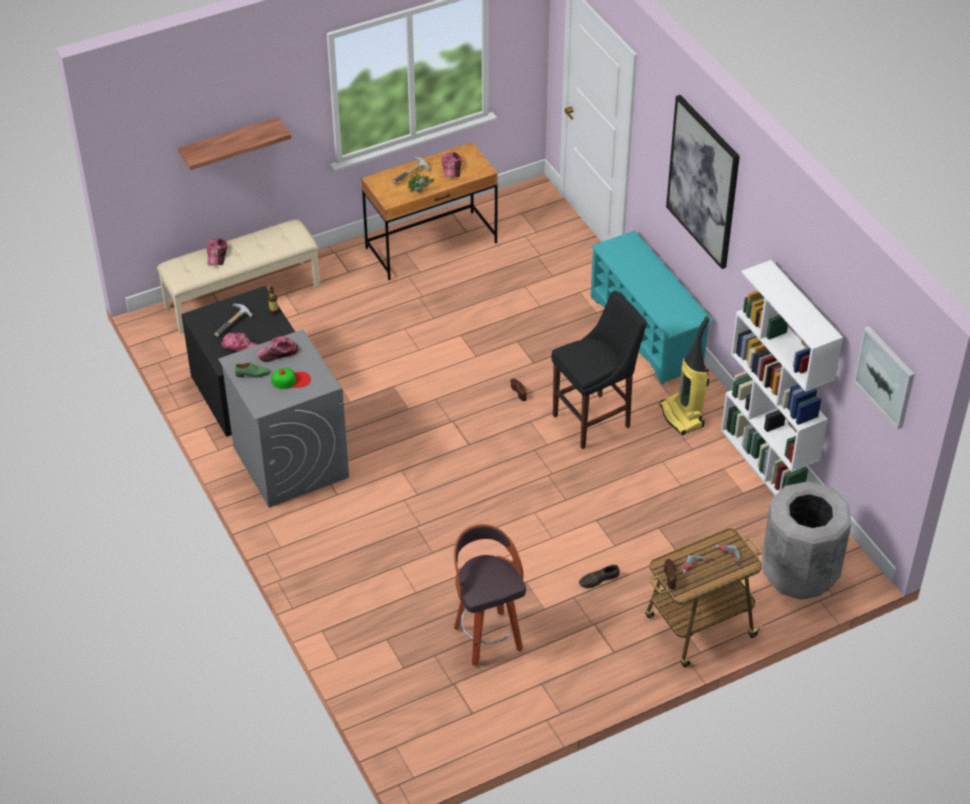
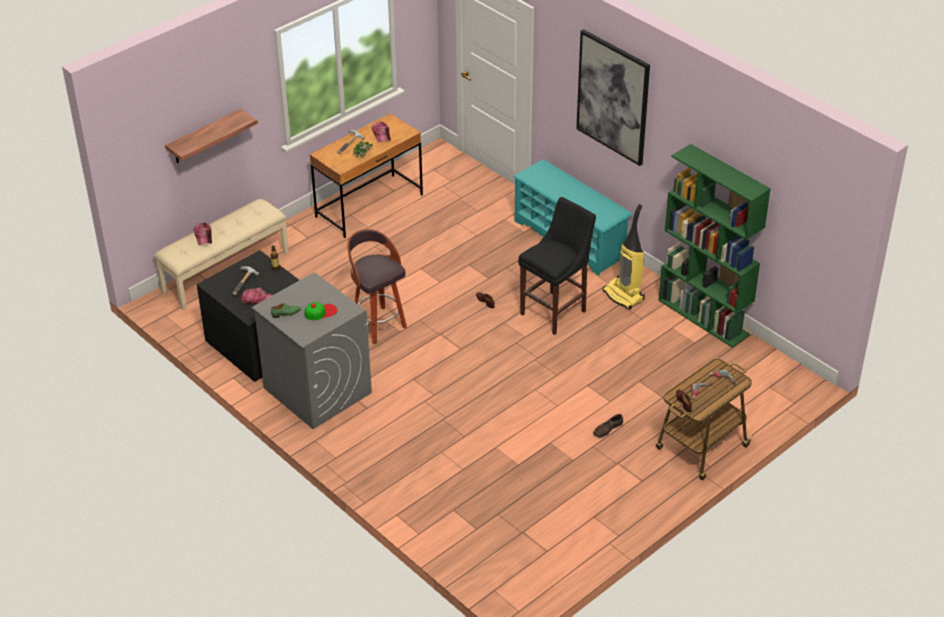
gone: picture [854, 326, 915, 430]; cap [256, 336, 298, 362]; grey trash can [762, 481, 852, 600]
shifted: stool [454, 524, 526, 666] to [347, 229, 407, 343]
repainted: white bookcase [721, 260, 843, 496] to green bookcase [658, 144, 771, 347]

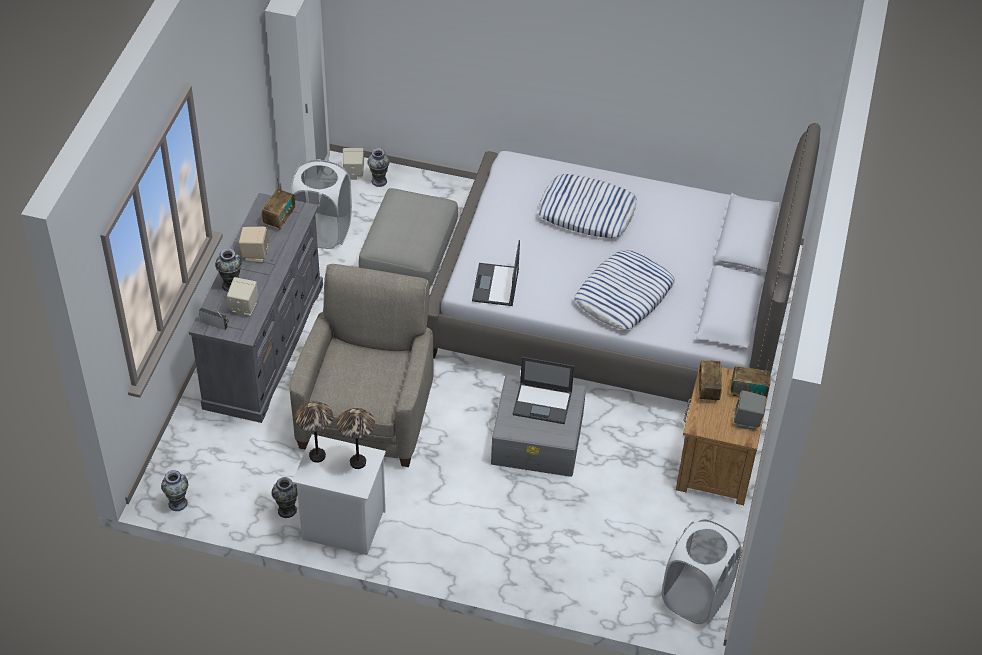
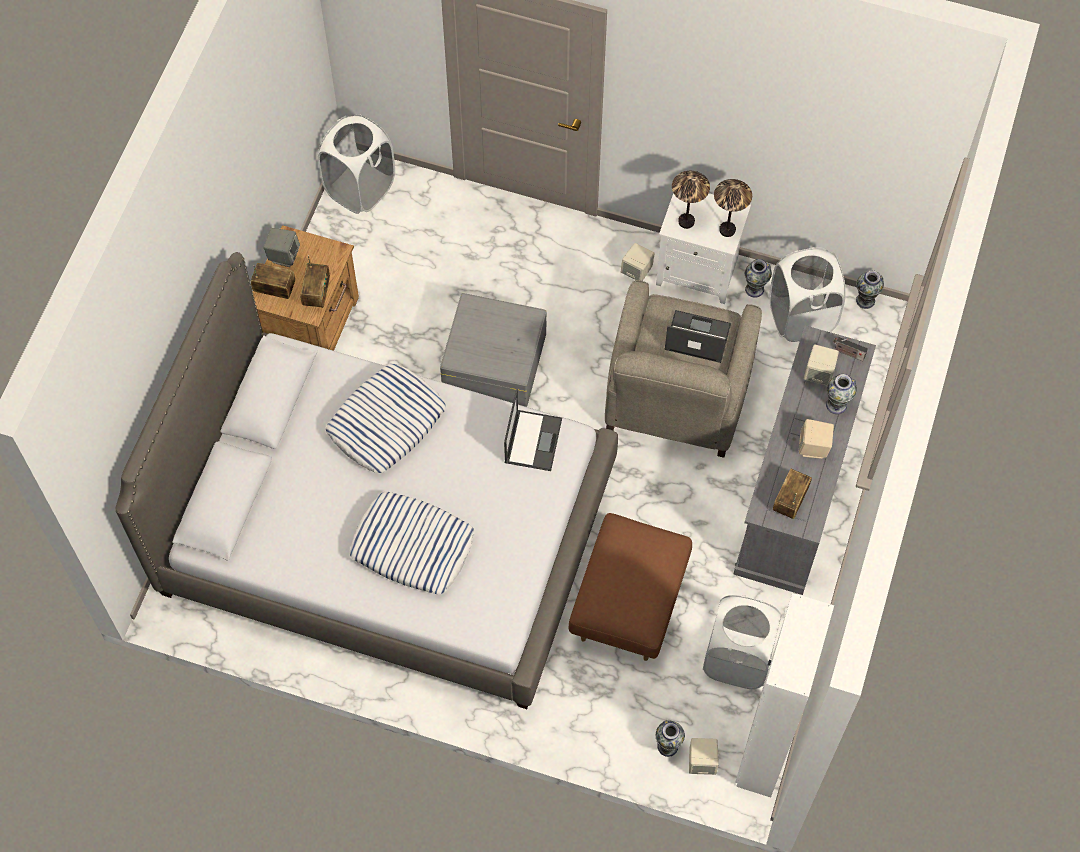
new: beige speaker [621, 243, 655, 281]; white laundry basket [770, 247, 846, 342]
shifted: laptop [513, 357, 574, 424] to [665, 310, 731, 363]
repainted: grey ottoman [358, 188, 458, 289] to brown ottoman [568, 513, 692, 661]

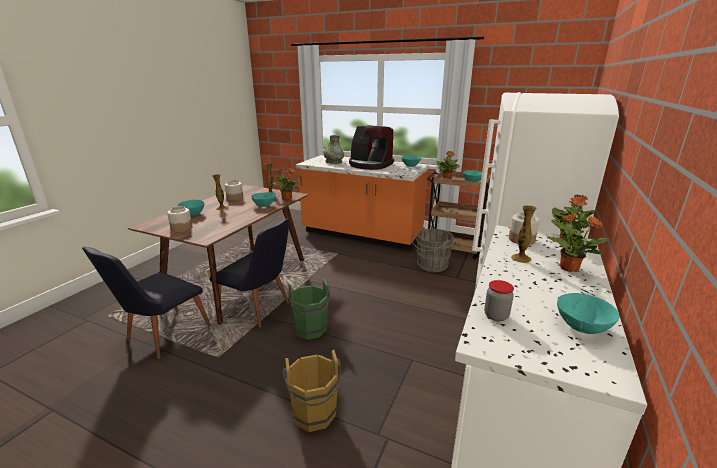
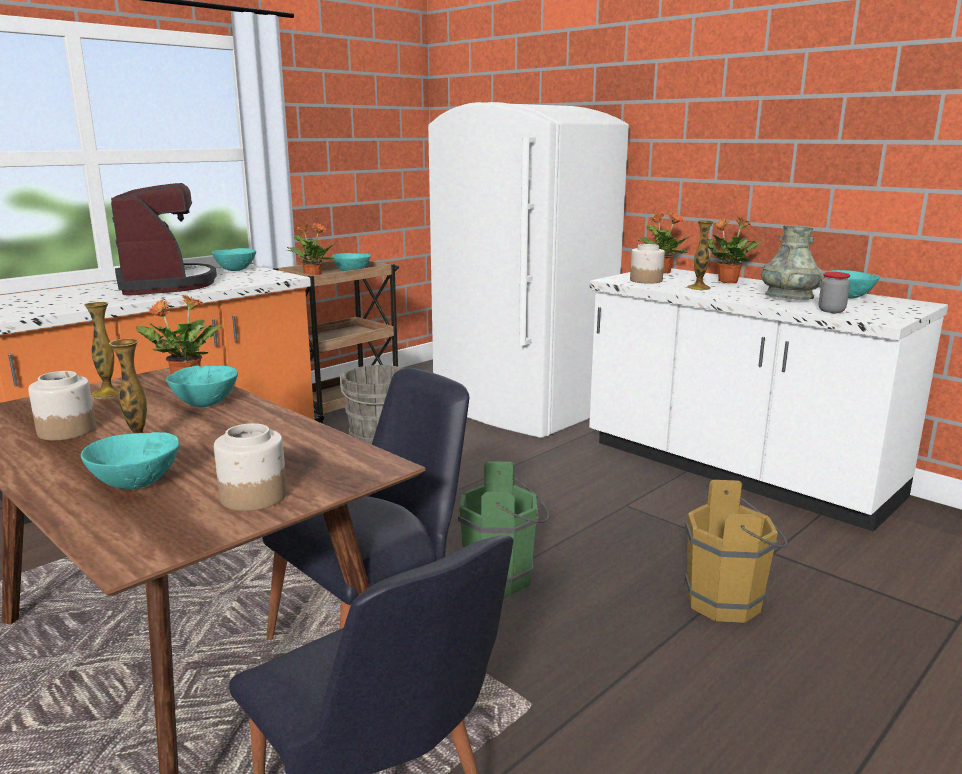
shifted: grey vase [324, 135, 344, 164] to [761, 225, 822, 300]
rotated: coffee machine [349, 126, 394, 170] = [111, 183, 217, 296] 75 degrees counterclockwise

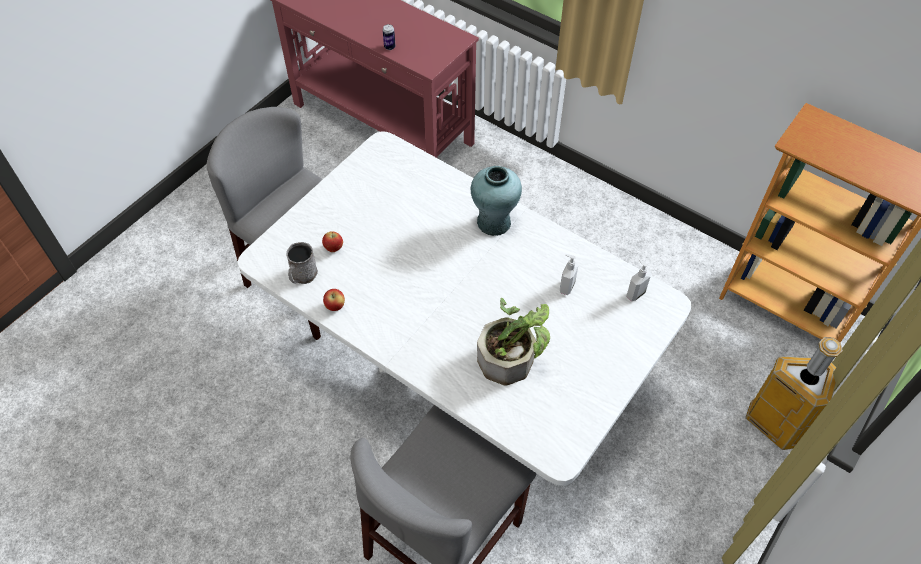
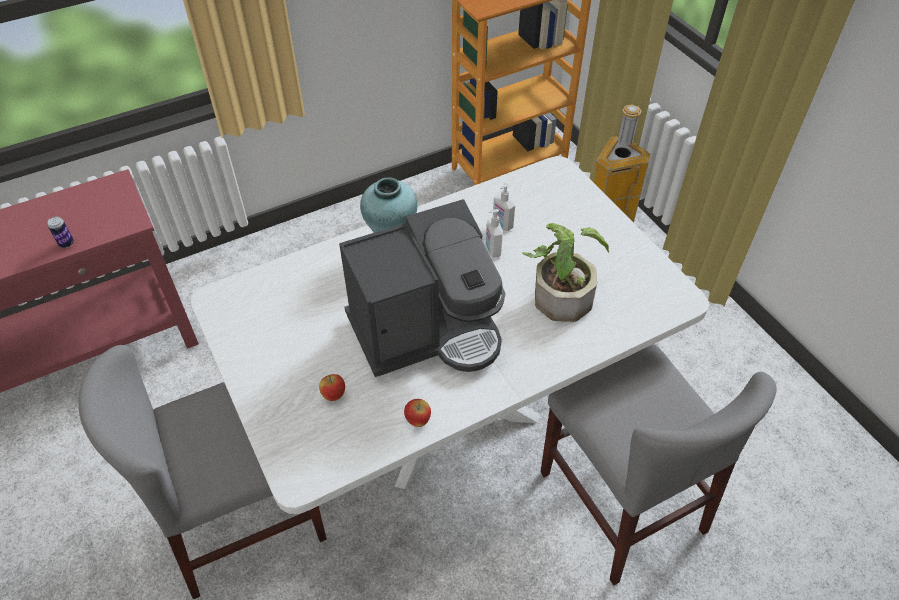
gone: grey mug [286, 242, 318, 284]
new: coffee machine [339, 199, 506, 377]
shifted: soap dispenser [626, 260, 652, 301] to [486, 209, 503, 257]

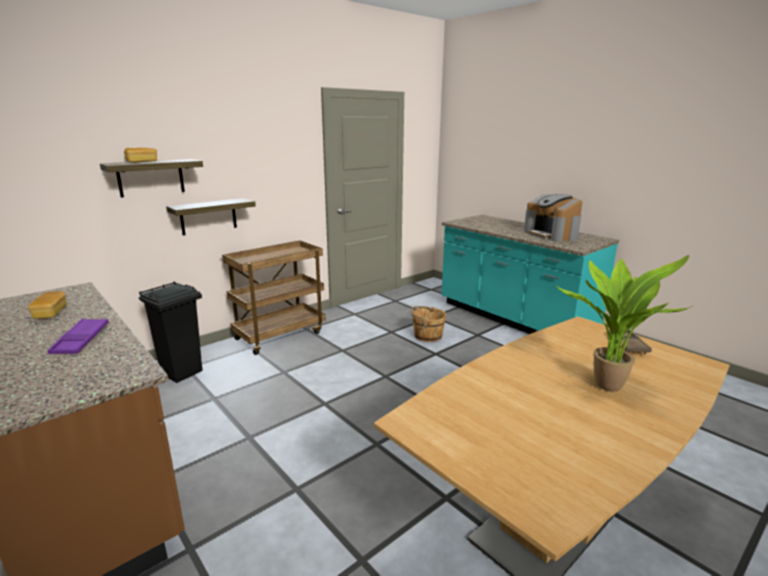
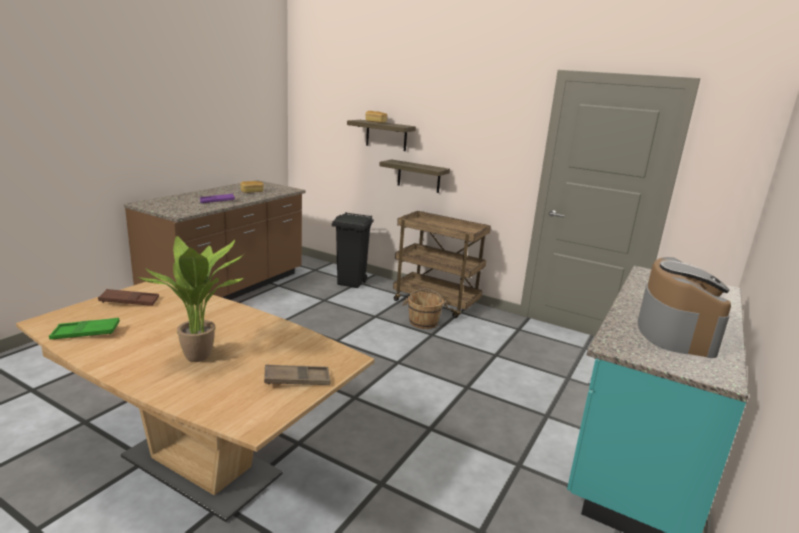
new: brown tray [98, 289, 159, 306]; green tray [49, 318, 120, 339]
shifted: brown bucket [410, 306, 446, 342] to [402, 288, 449, 329]
rotated: coffee machine [524, 194, 582, 242] = [637, 257, 731, 358] 150 degrees clockwise

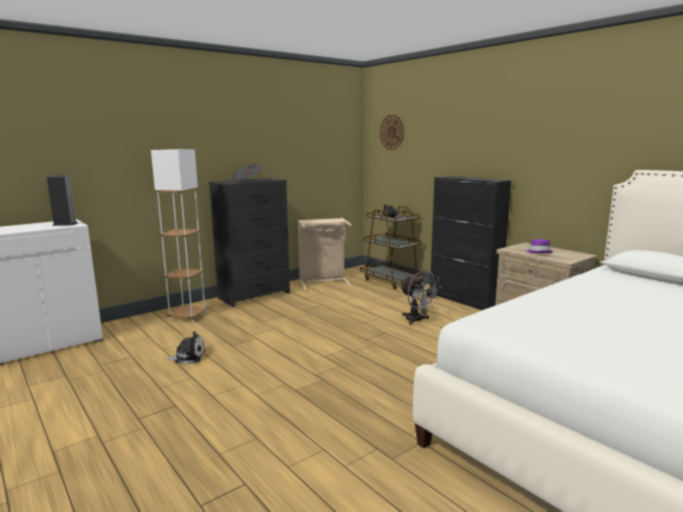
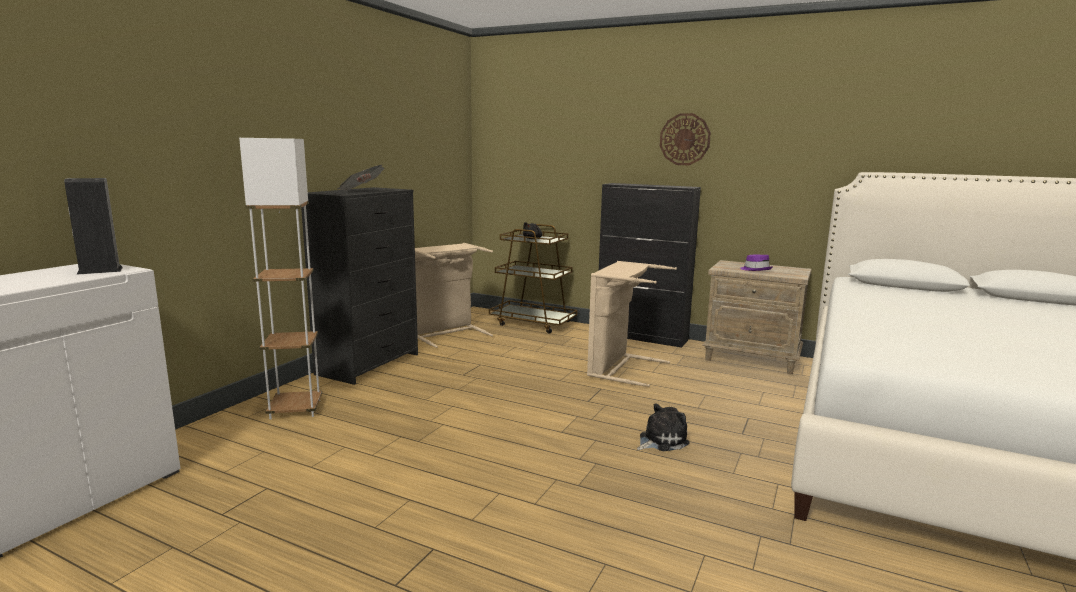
shifted: wall clock [380, 115, 404, 150] to [660, 113, 711, 165]; plush toy [164, 331, 206, 364] to [637, 403, 690, 451]
swapped: grey fan [401, 271, 442, 325] to beige laundry basket [587, 261, 677, 387]

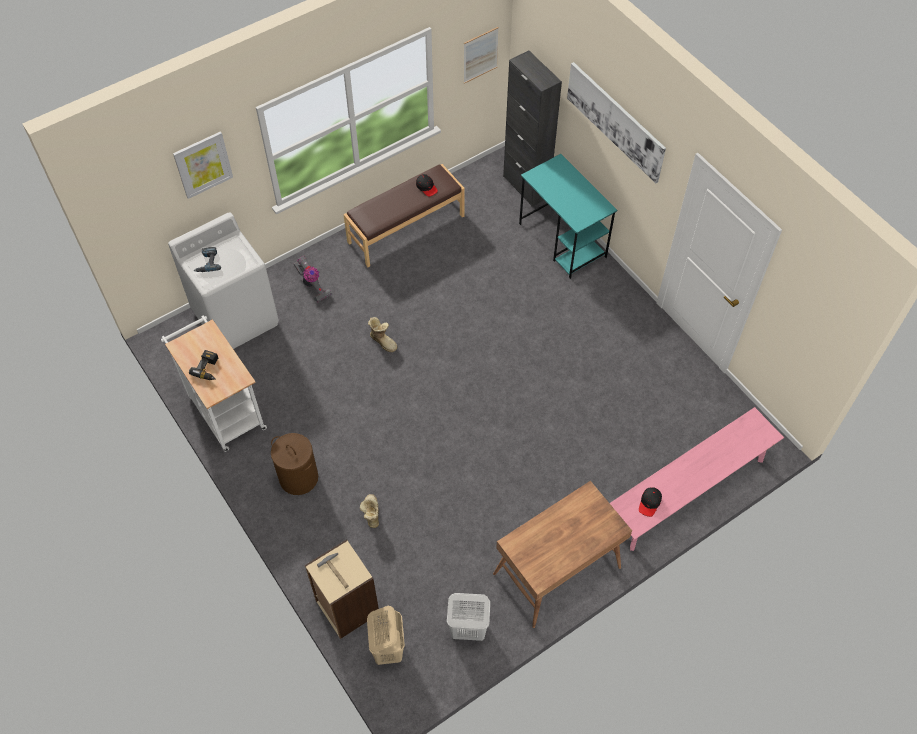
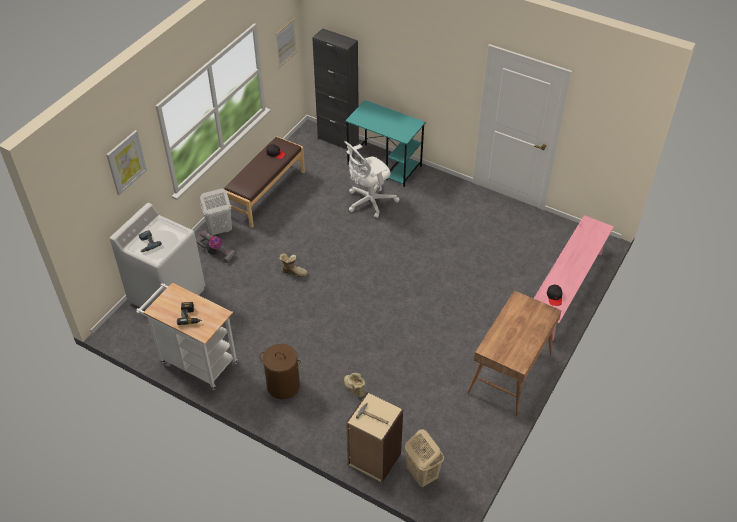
gone: picture [567, 62, 666, 183]
new: white office chair [344, 141, 400, 218]
shifted: white laundry basket [447, 593, 490, 641] to [200, 188, 232, 236]

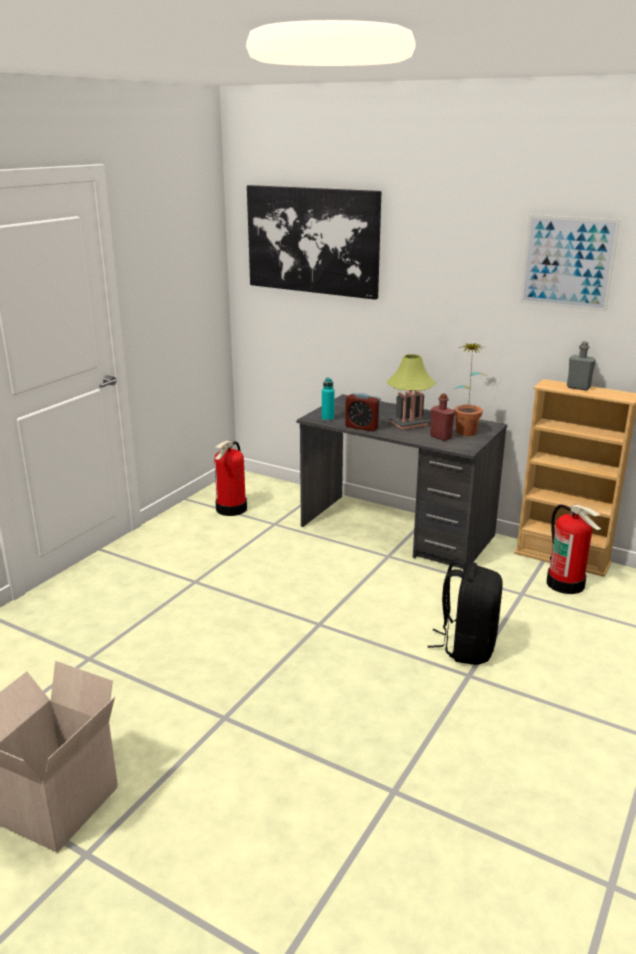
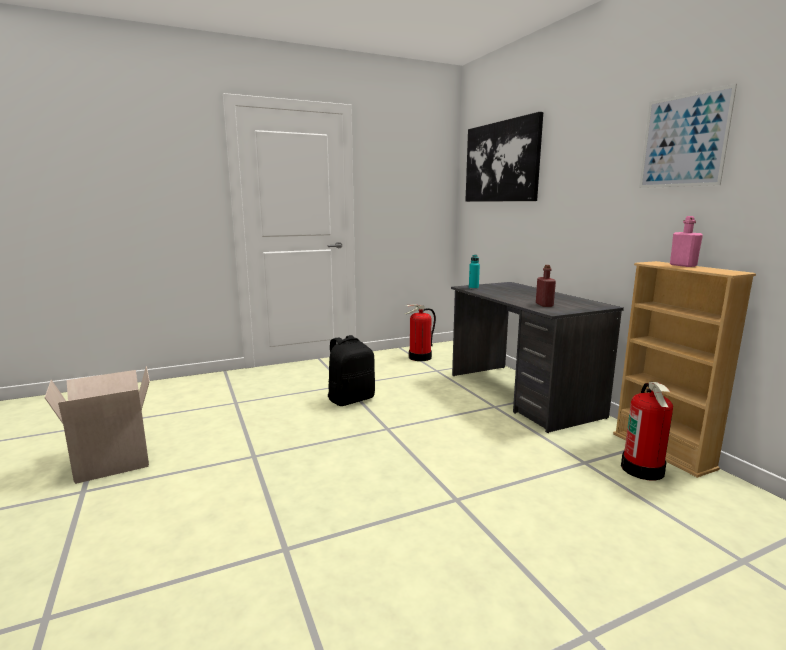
gone: potted plant [453, 343, 487, 436]; table lamp [386, 354, 436, 430]; alarm clock [345, 393, 381, 431]
shifted: black backpack [428, 558, 503, 665] to [328, 335, 375, 406]
repainted: grey bottle [567, 341, 596, 391] to pink bottle [670, 216, 703, 267]

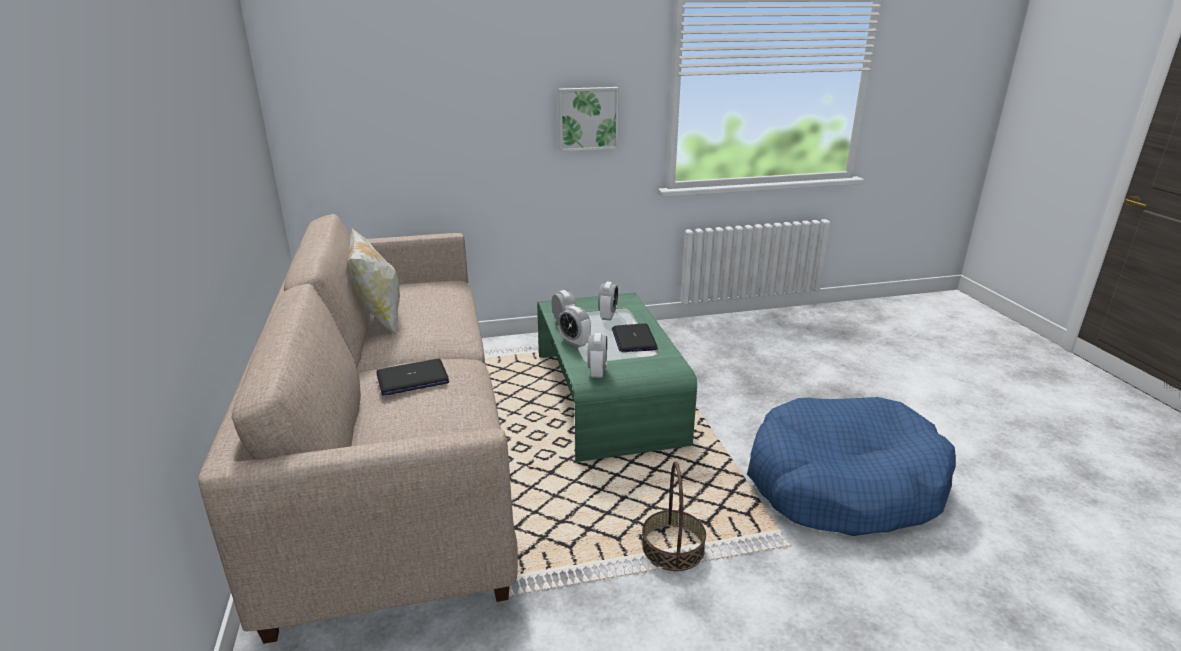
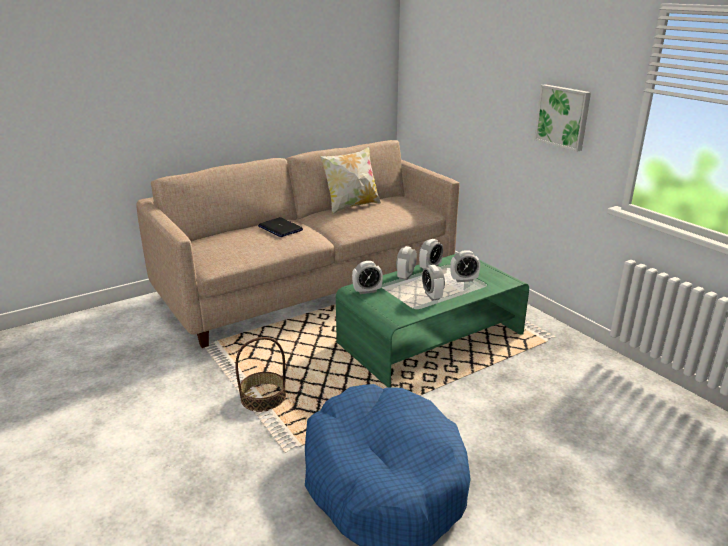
swapped: laptop [612, 323, 658, 352] to alarm clock [422, 265, 445, 301]

